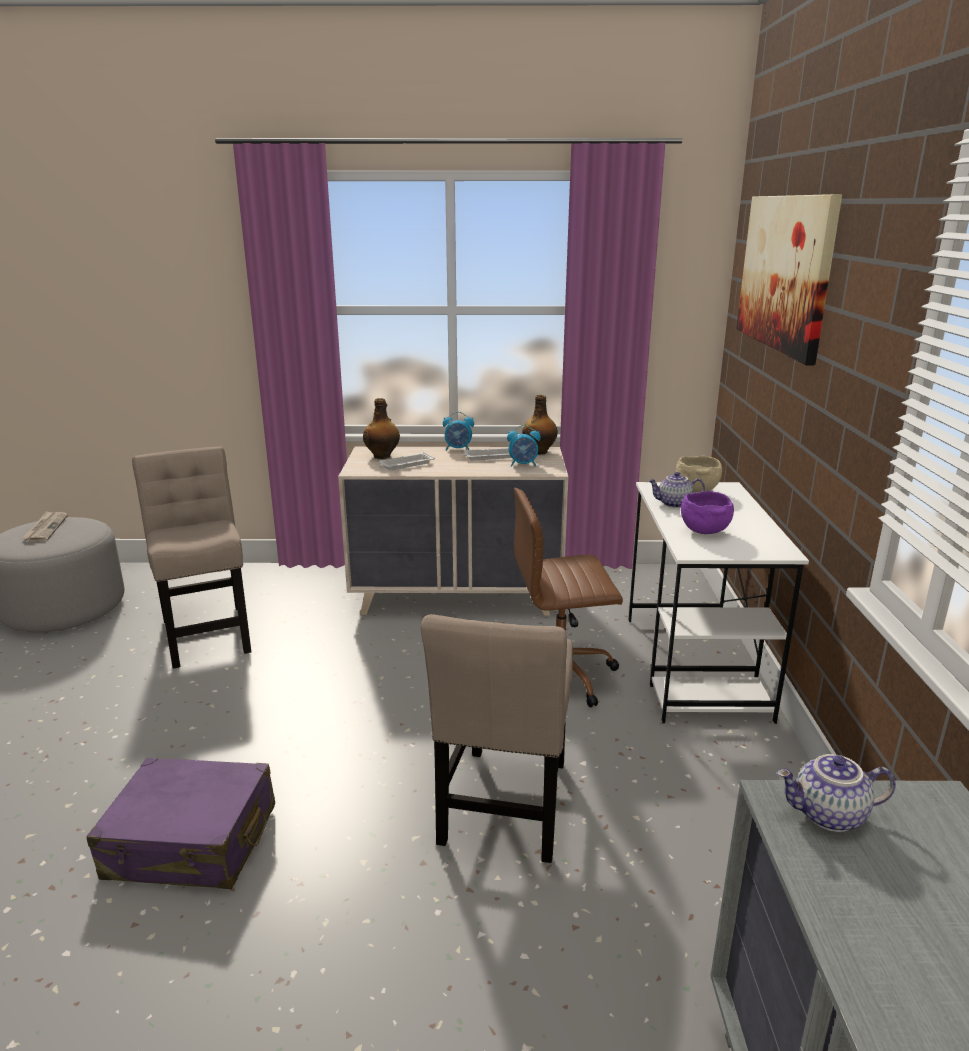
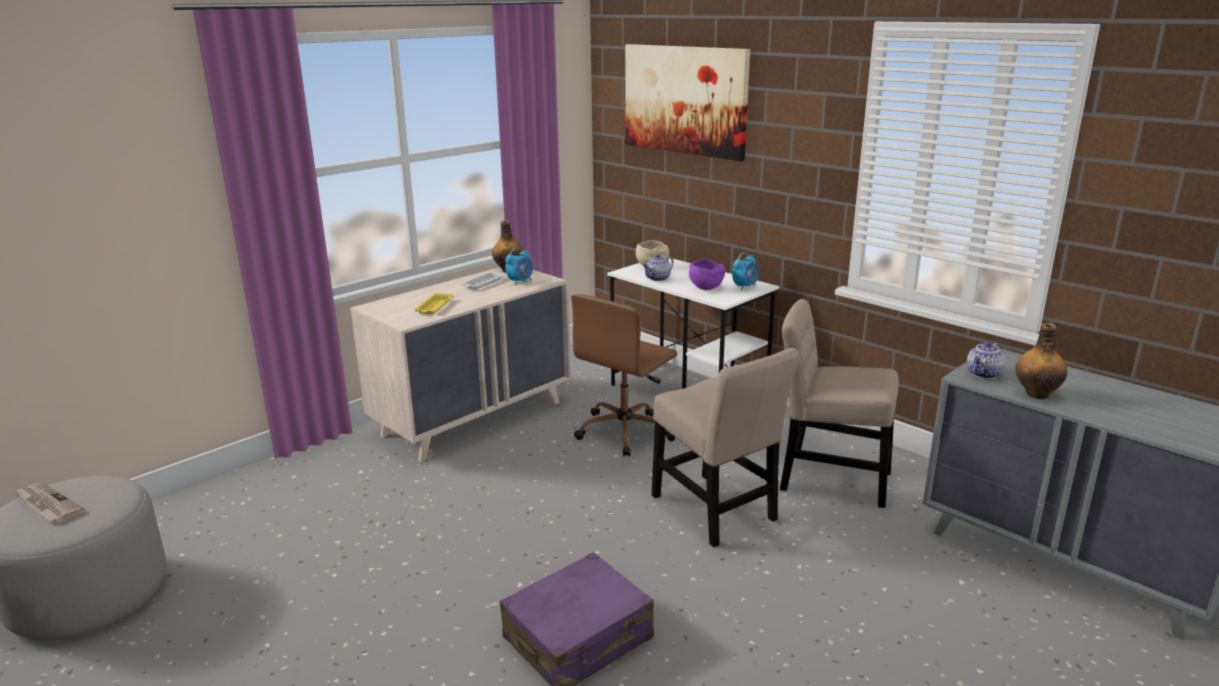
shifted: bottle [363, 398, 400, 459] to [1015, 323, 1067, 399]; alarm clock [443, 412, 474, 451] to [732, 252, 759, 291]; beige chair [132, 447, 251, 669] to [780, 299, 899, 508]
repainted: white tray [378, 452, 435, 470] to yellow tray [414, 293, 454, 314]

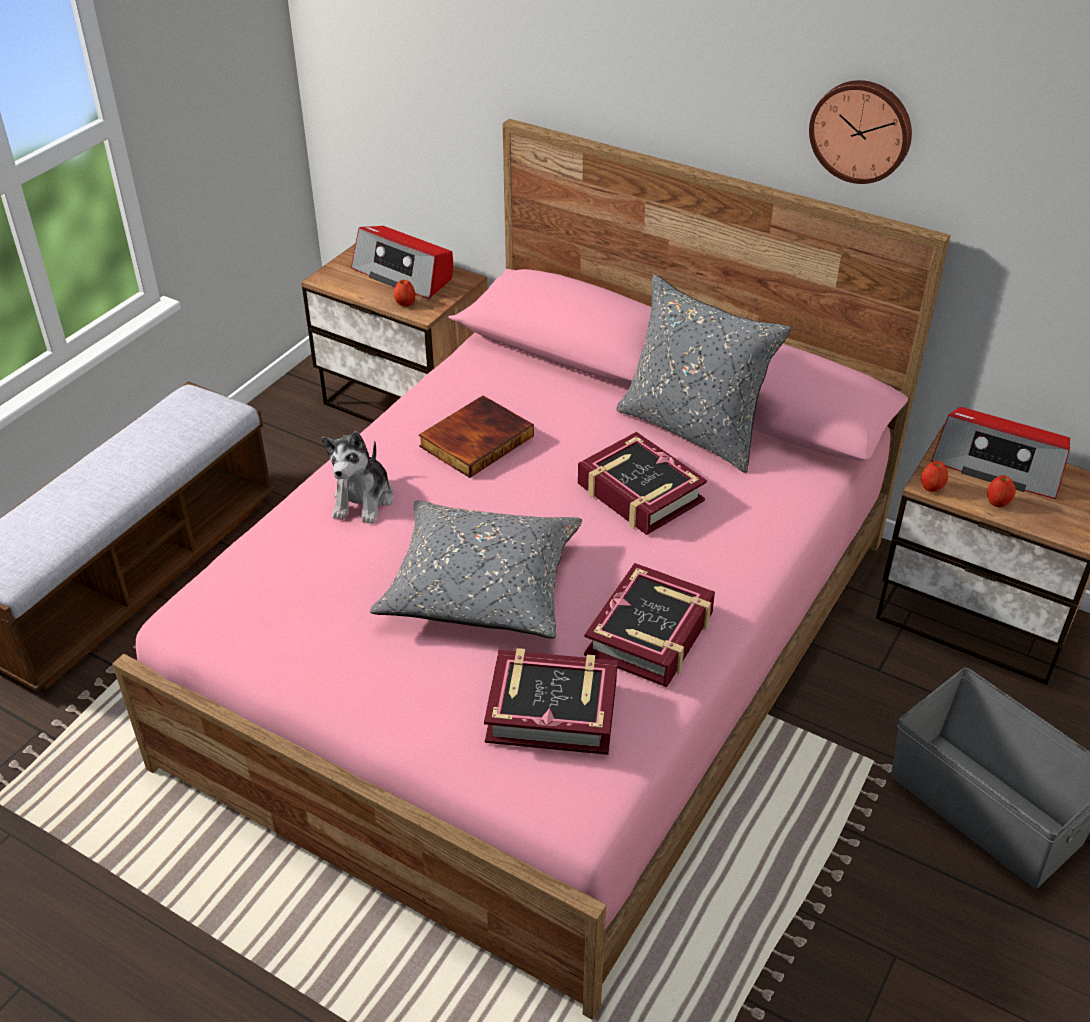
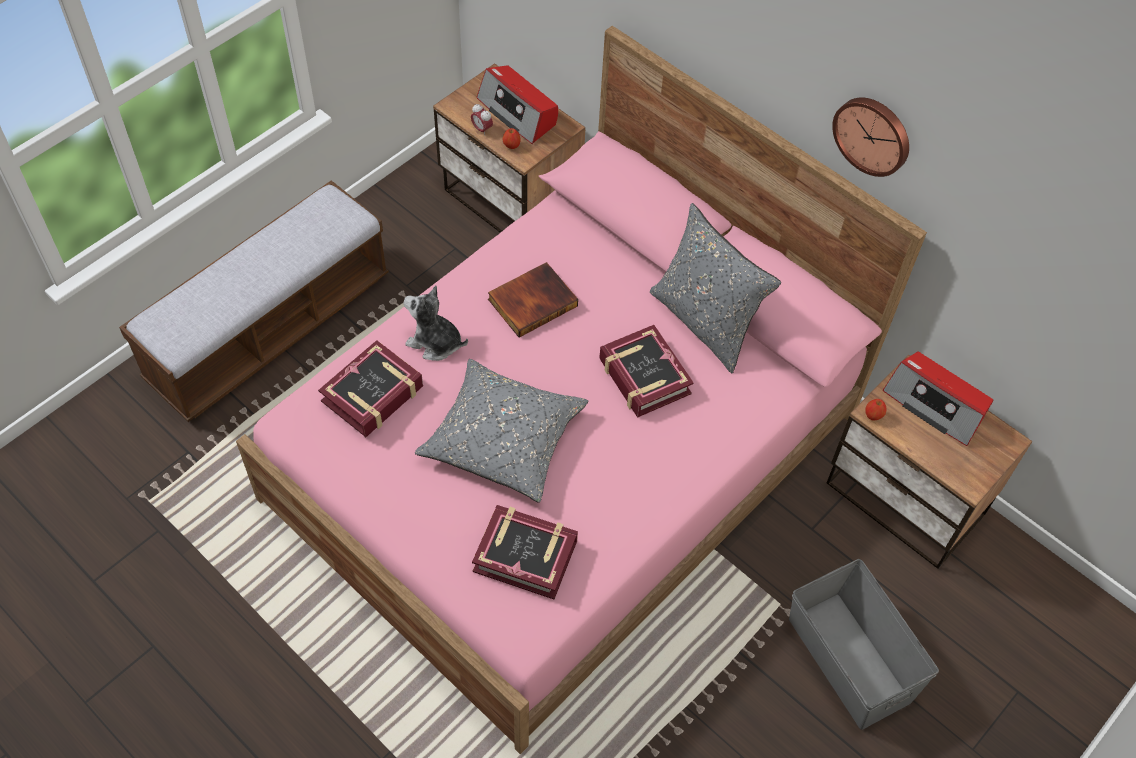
gone: apple [987, 475, 1016, 508]
new: alarm clock [471, 104, 493, 136]
shifted: book [584, 563, 715, 687] to [318, 340, 423, 437]
rotated: plush toy [322, 431, 393, 524] = [404, 286, 468, 361] 90 degrees clockwise

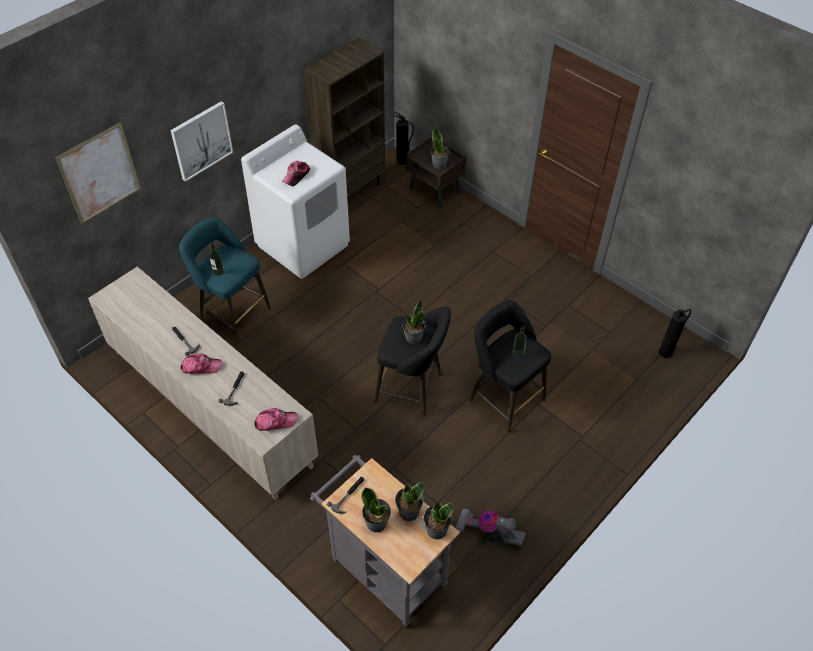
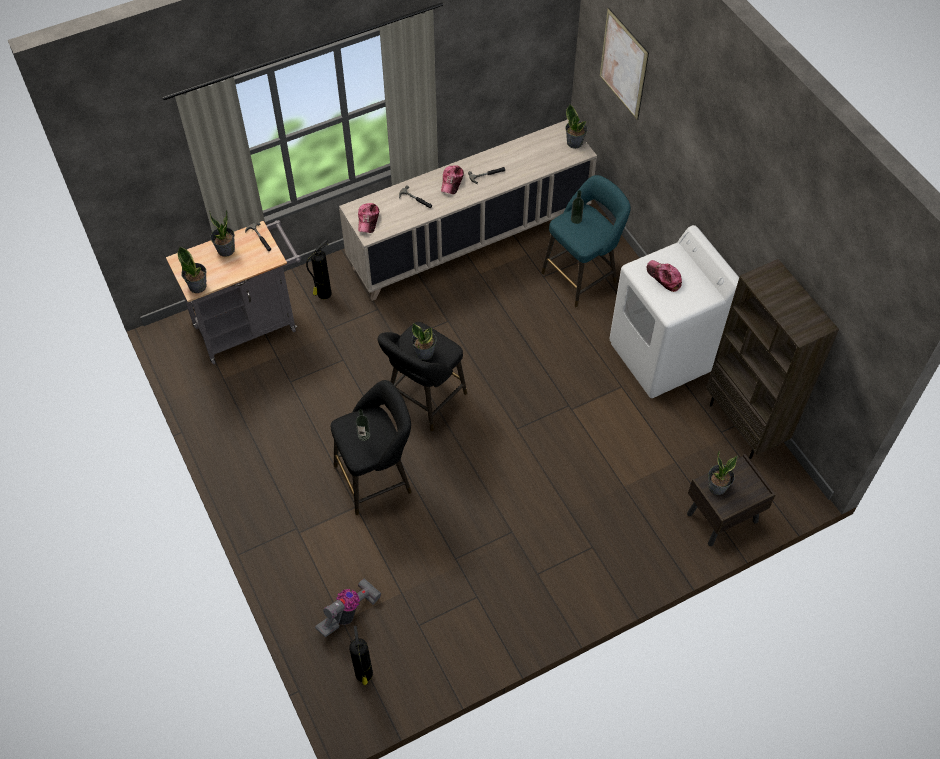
gone: picture [170, 101, 233, 182]
shifted: fire extinguisher [393, 111, 414, 165] to [306, 240, 332, 299]; potted plant [395, 481, 424, 521] to [565, 104, 588, 149]; vacuum cleaner [455, 508, 526, 546] to [315, 578, 382, 637]

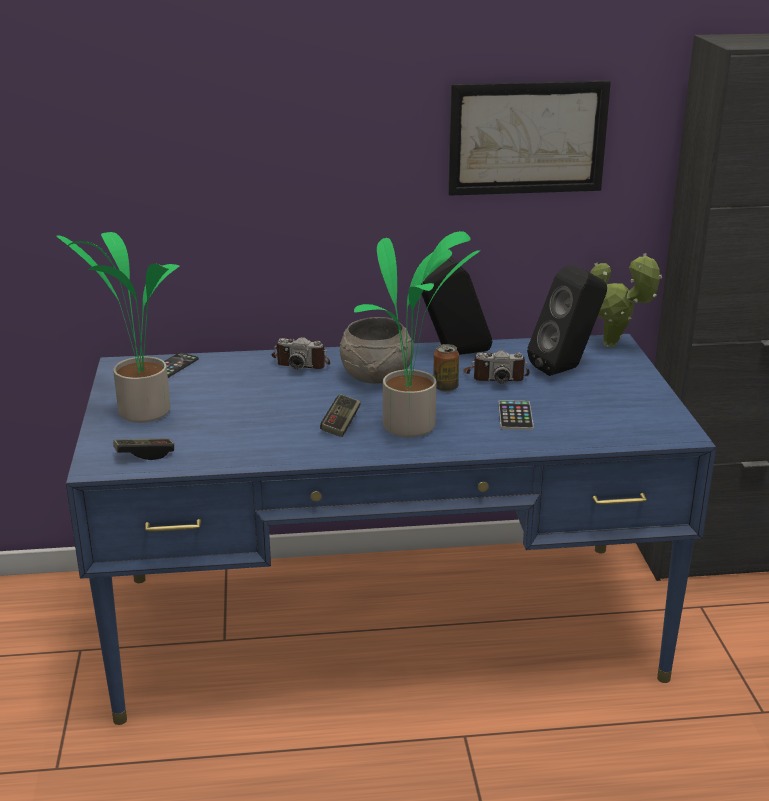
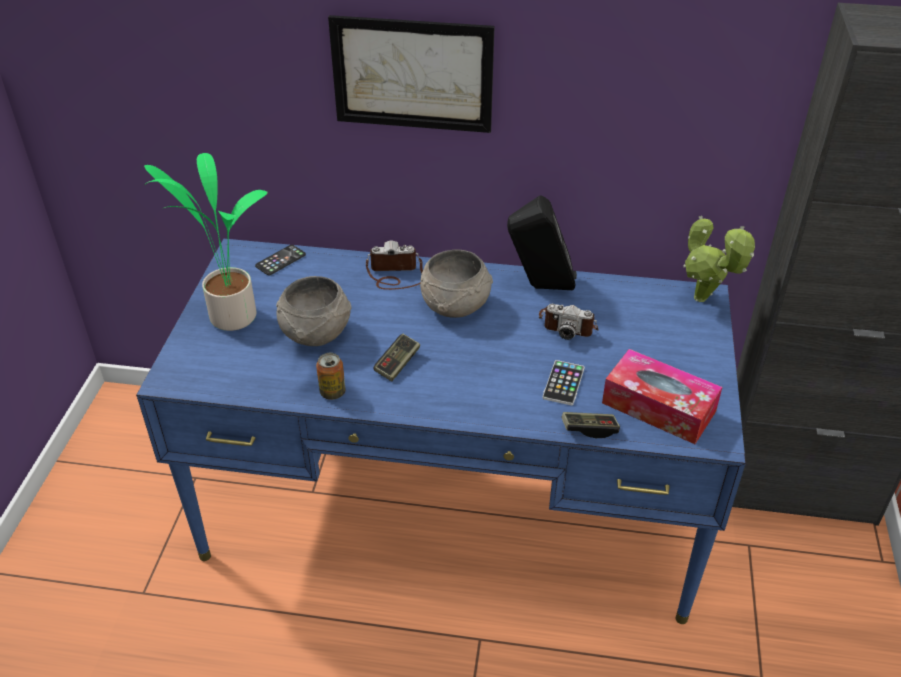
gone: potted plant [354, 231, 480, 438]; black speaker [527, 264, 607, 376]
new: grey bowl [276, 276, 351, 346]; tissue box [602, 349, 722, 444]
shifted: picture [448, 81, 611, 196] to [328, 15, 494, 133]; can [433, 344, 459, 392] to [316, 353, 346, 400]; game controller [113, 438, 174, 460] to [561, 412, 620, 438]
rotated: photo camera [271, 337, 330, 369] = [366, 240, 423, 290] 150 degrees clockwise

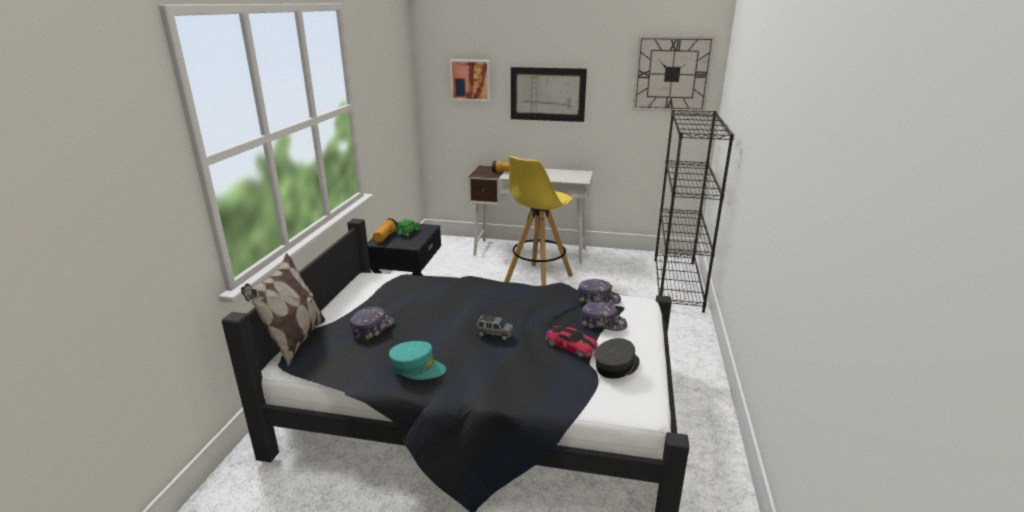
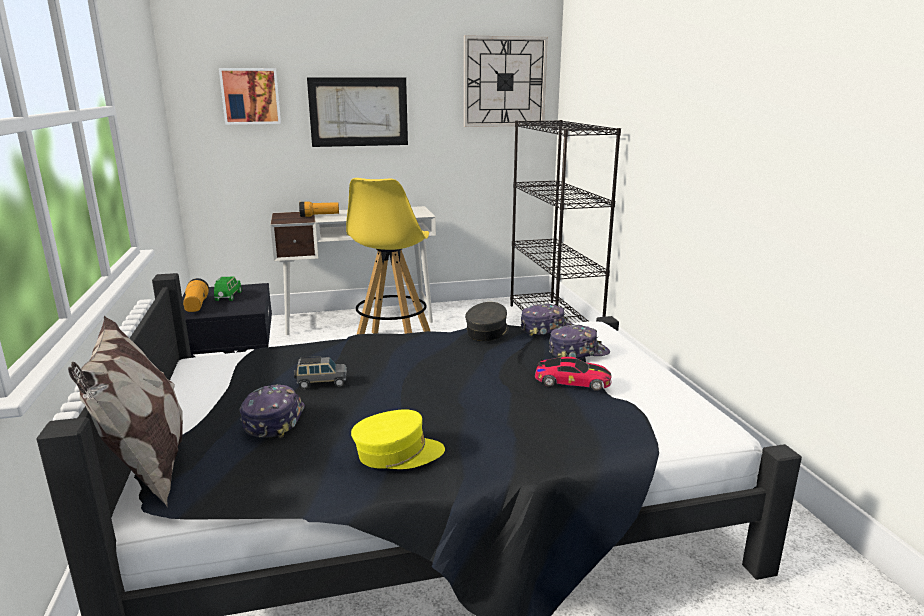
shifted: grey toy car [476, 314, 513, 341] to [294, 356, 347, 389]; grey cap [594, 338, 640, 379] to [465, 302, 509, 341]
repainted: turquoise cap [389, 341, 446, 380] to yellow cap [351, 409, 445, 469]

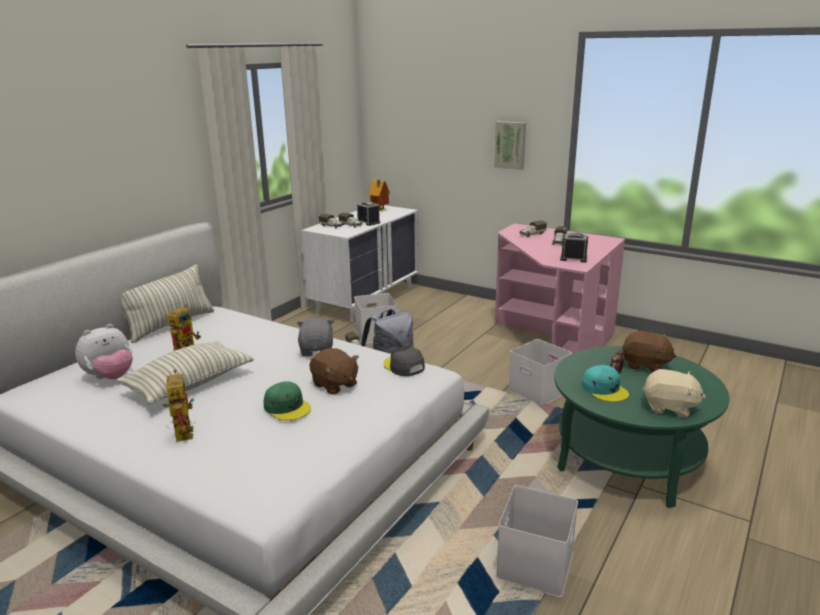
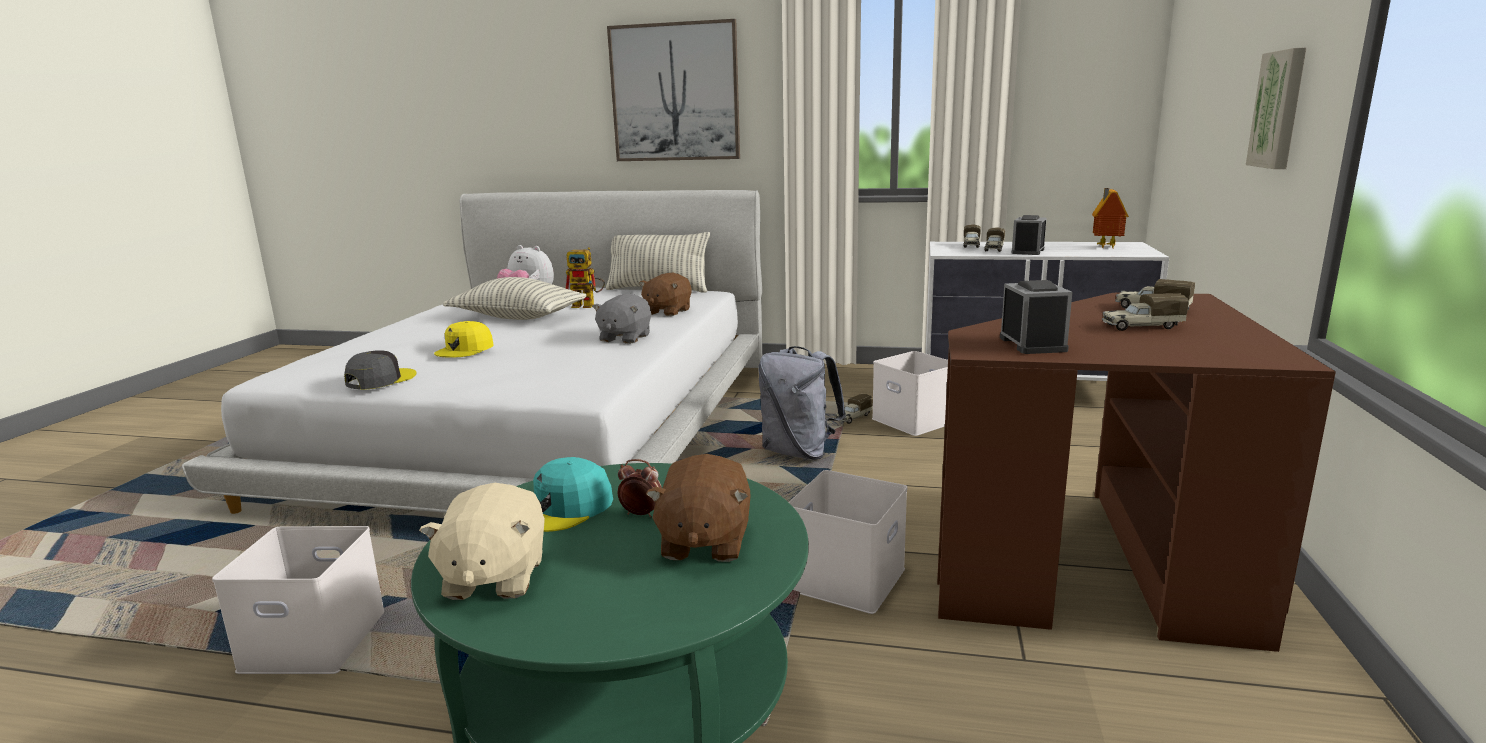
gone: toy robot [162, 370, 194, 442]
new: picture [607, 19, 740, 161]
shifted: grey cap [383, 346, 425, 376] to [344, 350, 417, 390]; brown plush toy [309, 348, 359, 395] to [639, 273, 692, 316]
repainted: pink desk [495, 223, 625, 360] to brown desk [937, 293, 1336, 652]; green cap [263, 381, 311, 421] to yellow cap [434, 321, 493, 358]
rotated: grey plush toy [297, 318, 334, 356] = [592, 294, 651, 344] 135 degrees clockwise

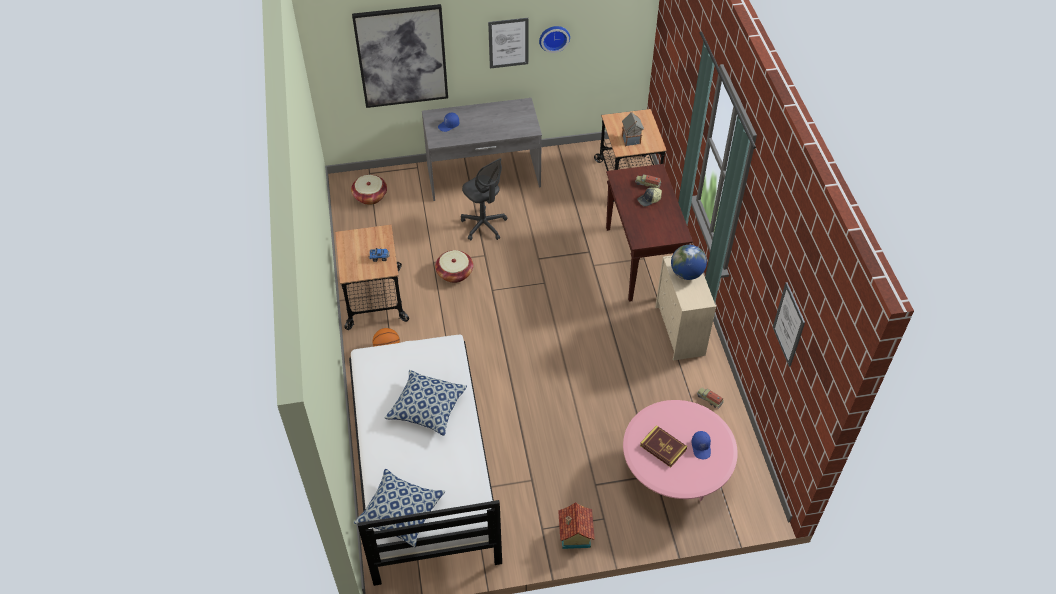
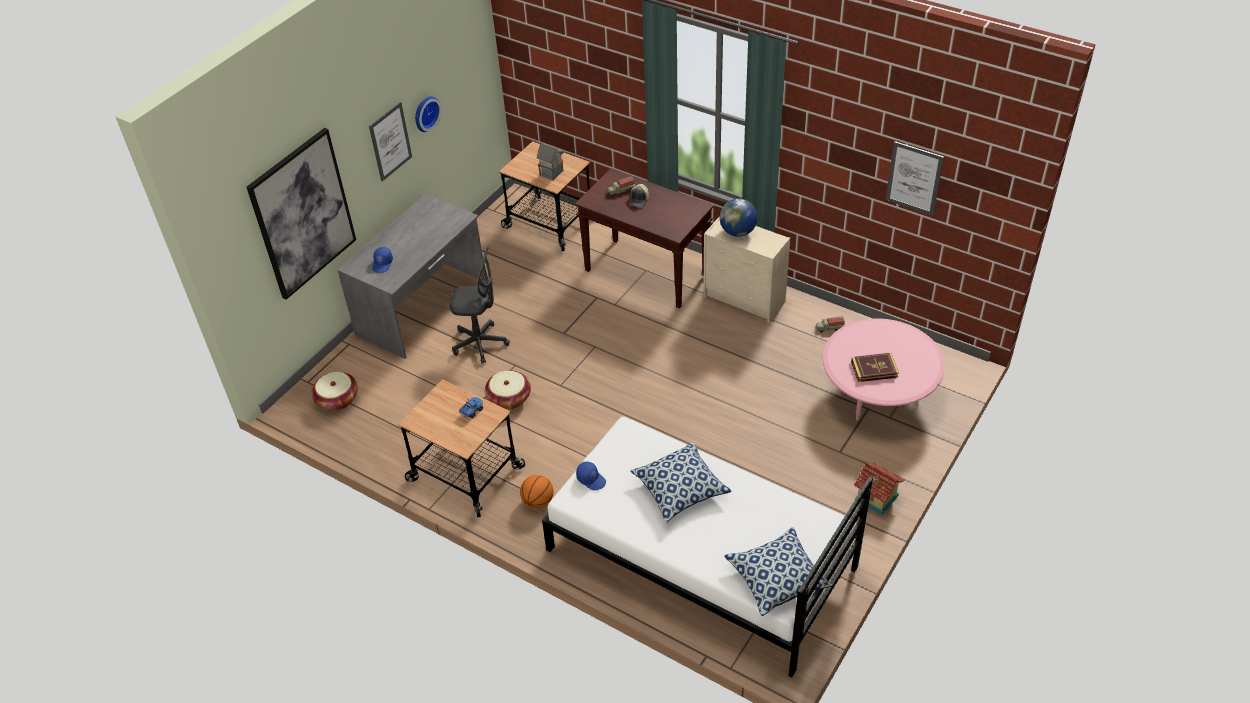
shifted: blue cap [691, 431, 711, 459] to [576, 462, 606, 491]

